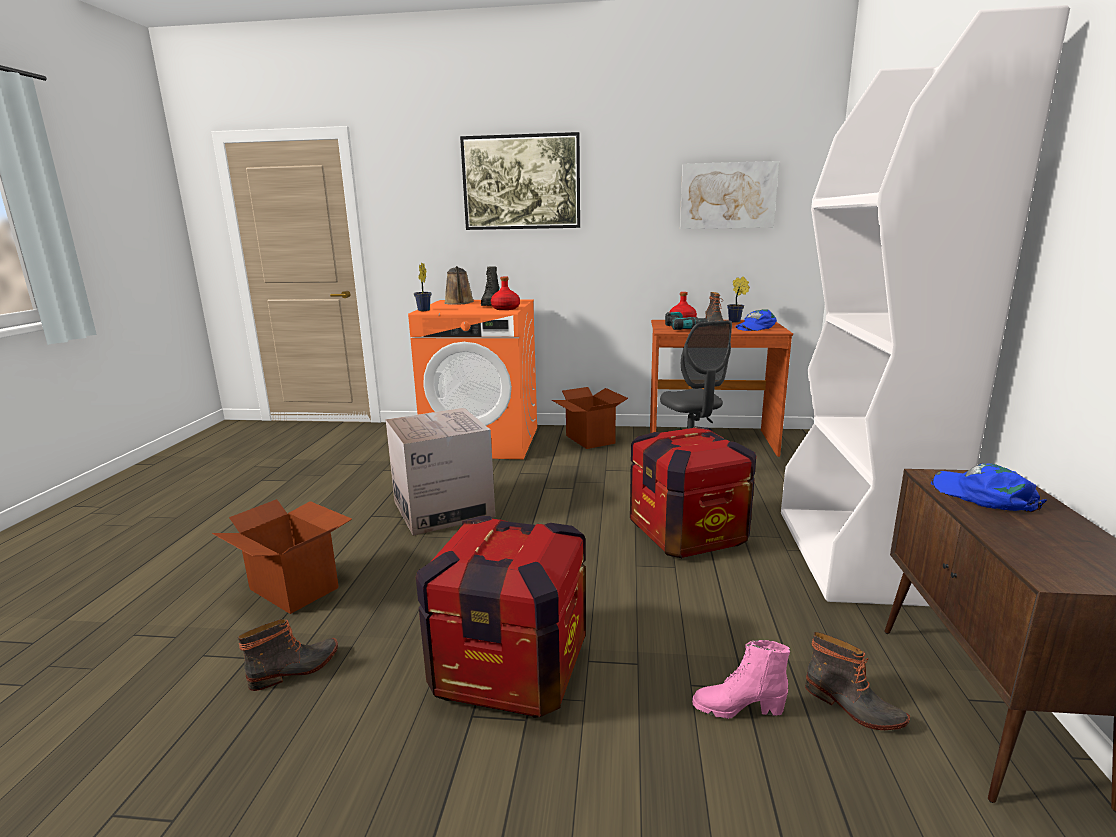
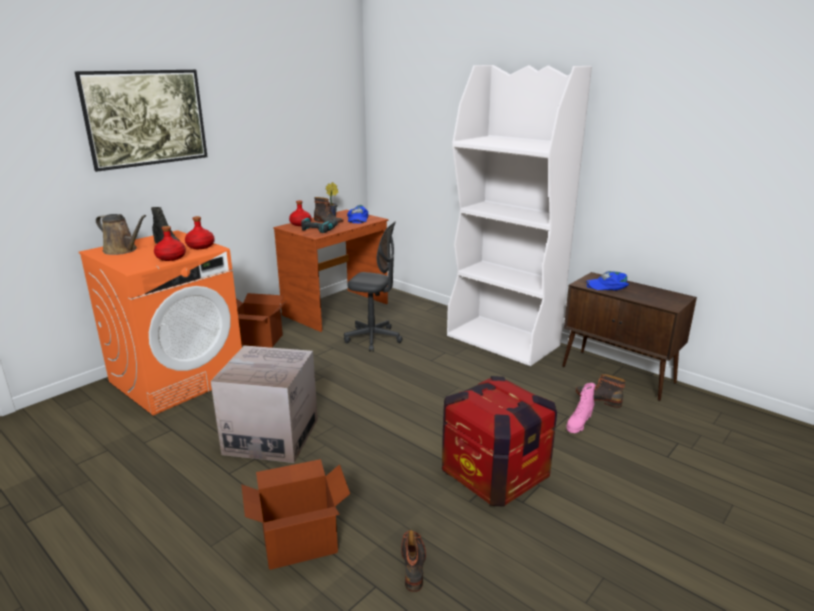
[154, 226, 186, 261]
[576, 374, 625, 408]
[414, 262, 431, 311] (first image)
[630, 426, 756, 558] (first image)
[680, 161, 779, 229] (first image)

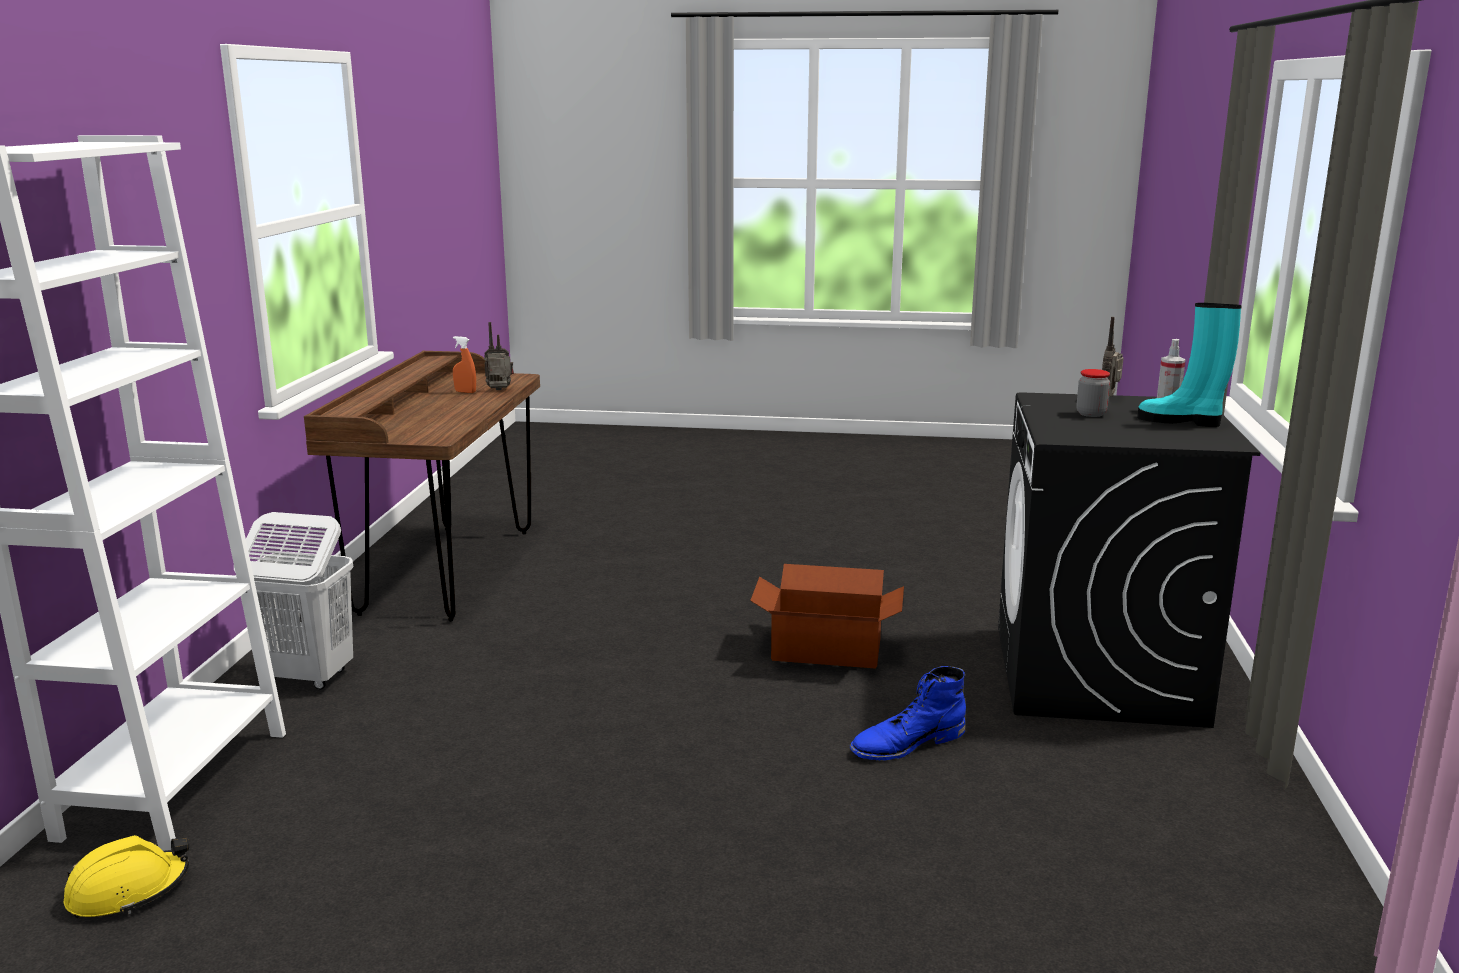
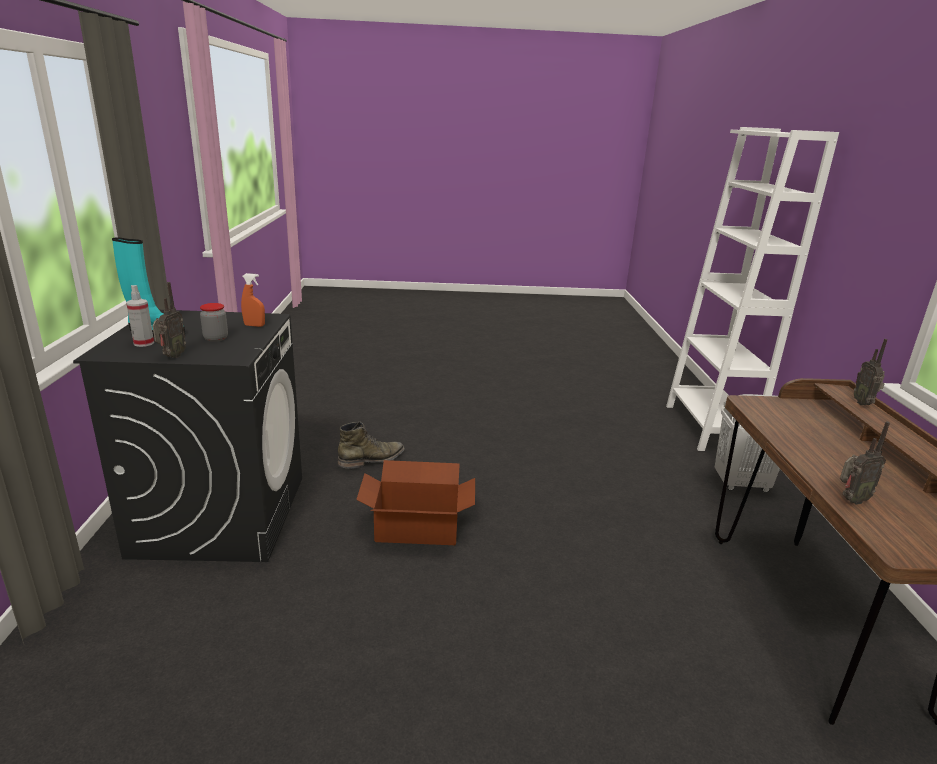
[241, 273, 265, 327]
[338, 421, 405, 469]
[854, 339, 887, 405]
[64, 835, 189, 918] (first image)

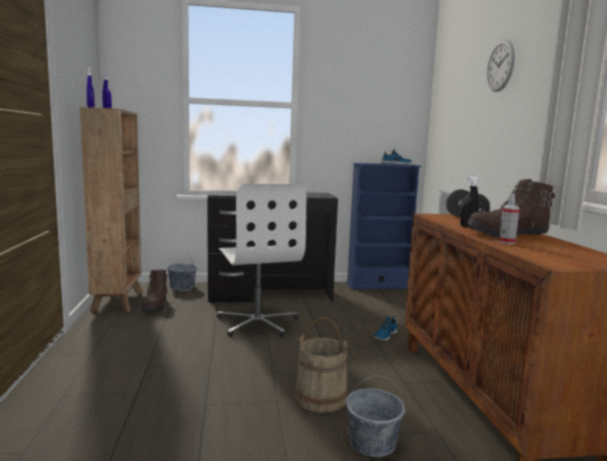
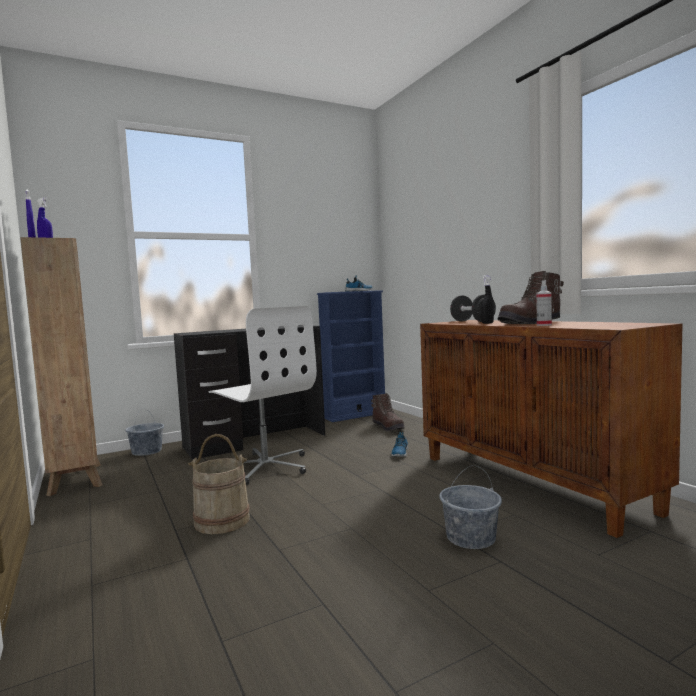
[188, 434, 250, 534]
[371, 393, 405, 432]
[487, 40, 515, 92] (first image)

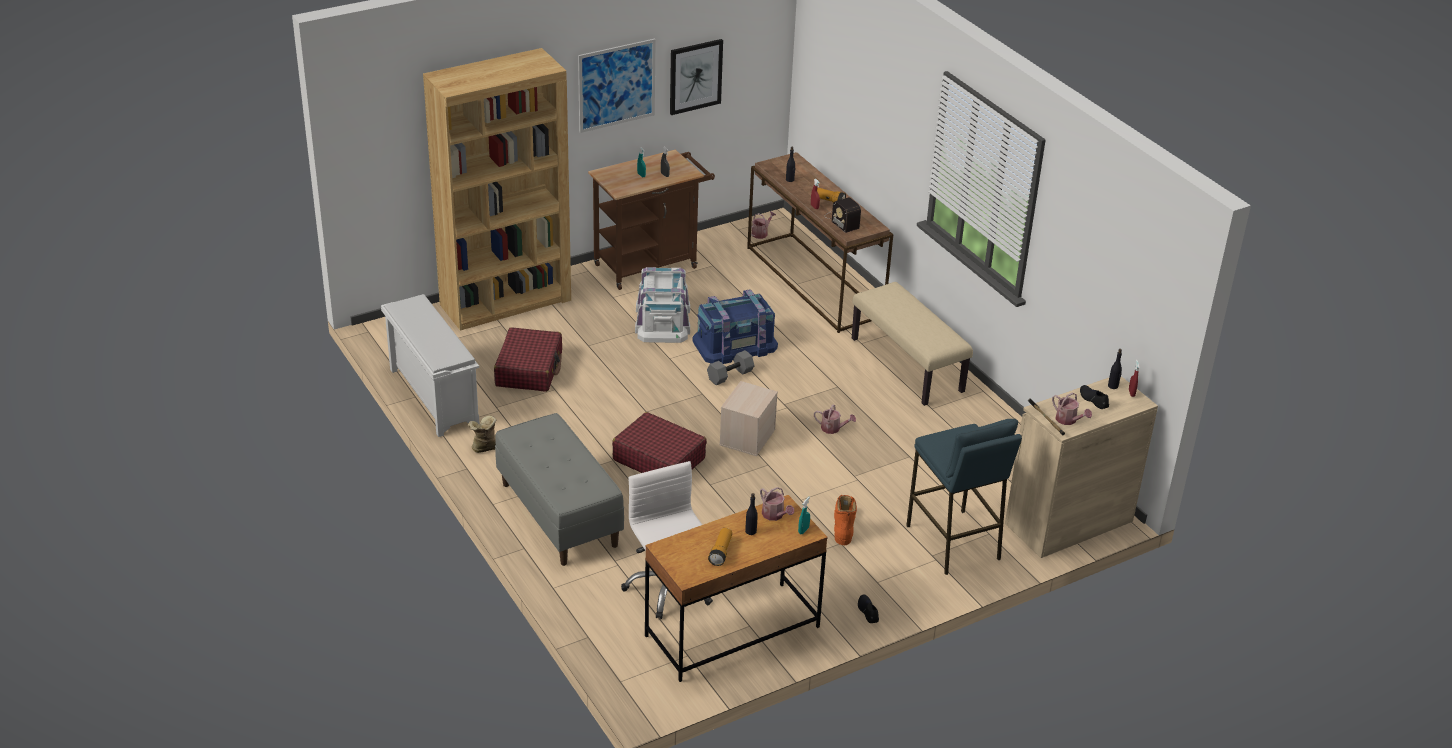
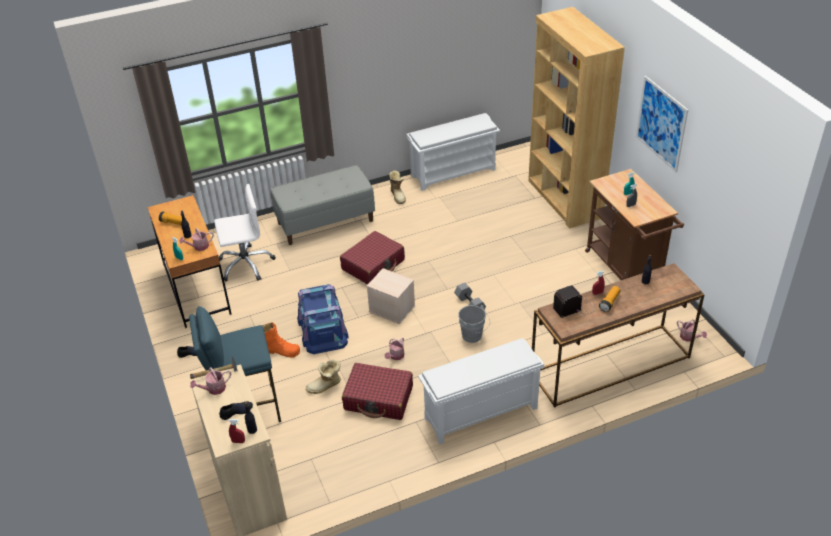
[297, 284, 349, 354]
[306, 359, 341, 394]
[342, 363, 413, 420]
[418, 338, 544, 445]
[458, 305, 490, 343]
[635, 267, 690, 343] (first image)
[670, 39, 723, 115] (first image)

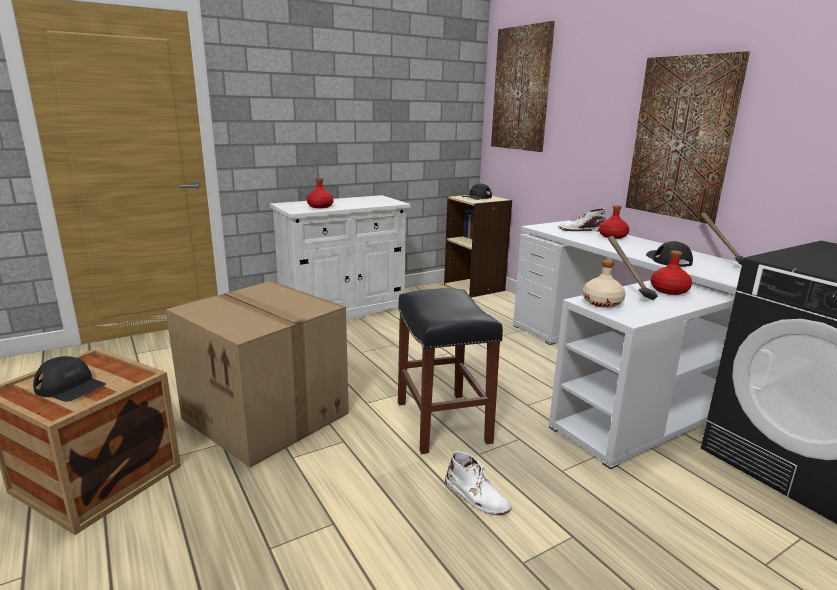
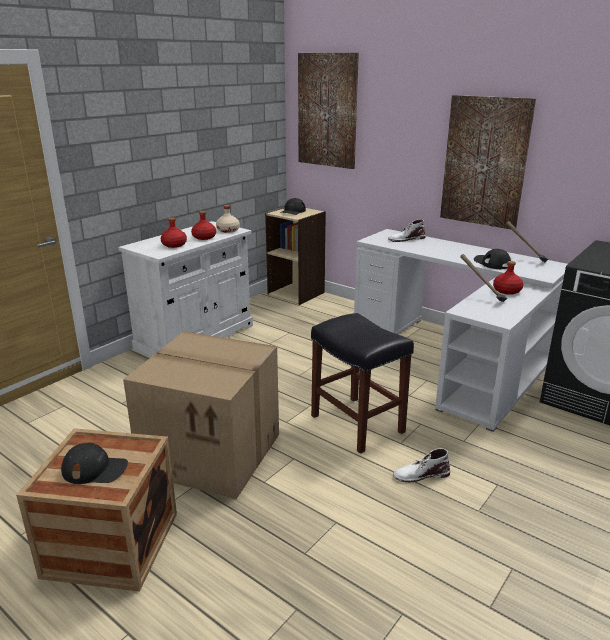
[191, 211, 216, 240]
[216, 205, 240, 233]
[393, 448, 450, 482]

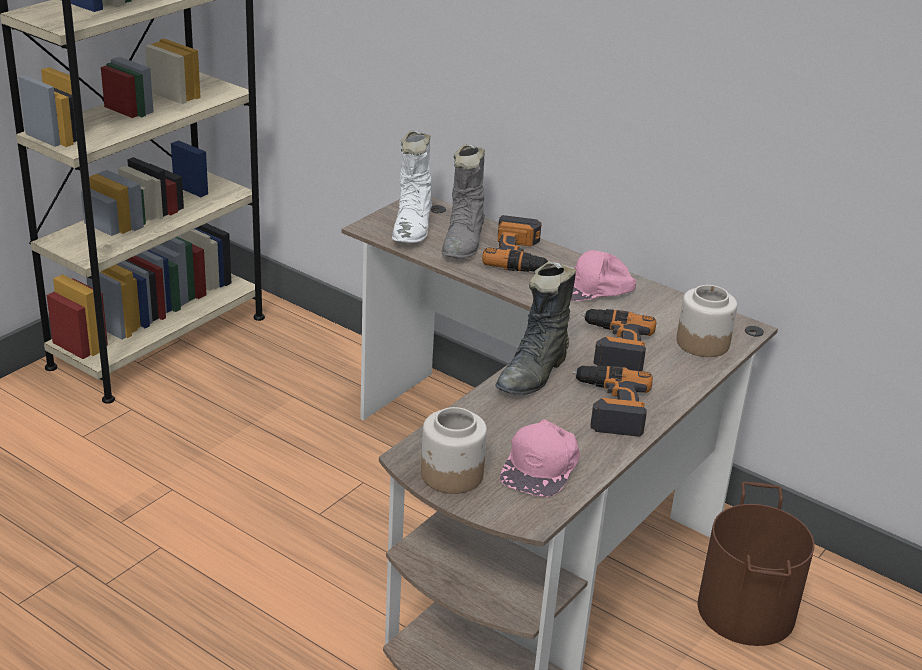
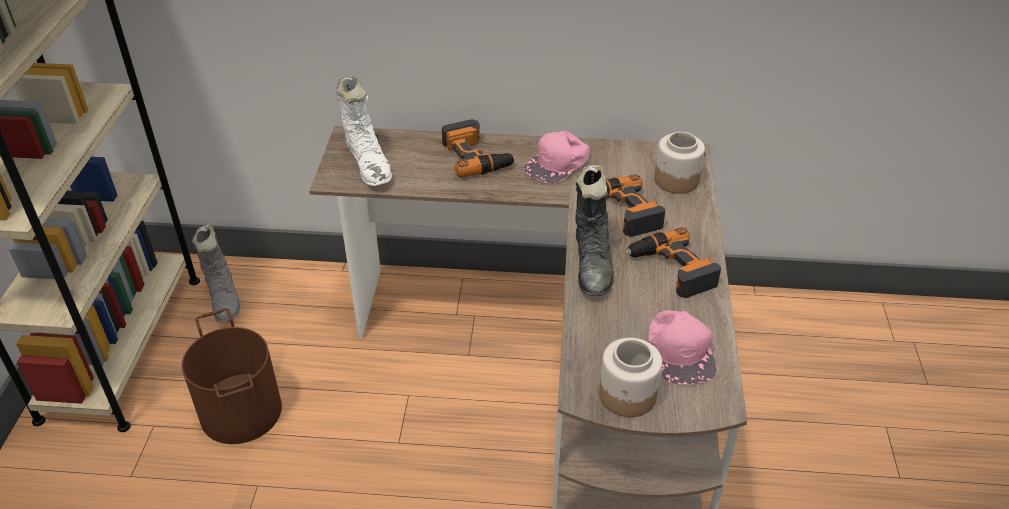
[182, 308, 282, 444]
[192, 225, 240, 322]

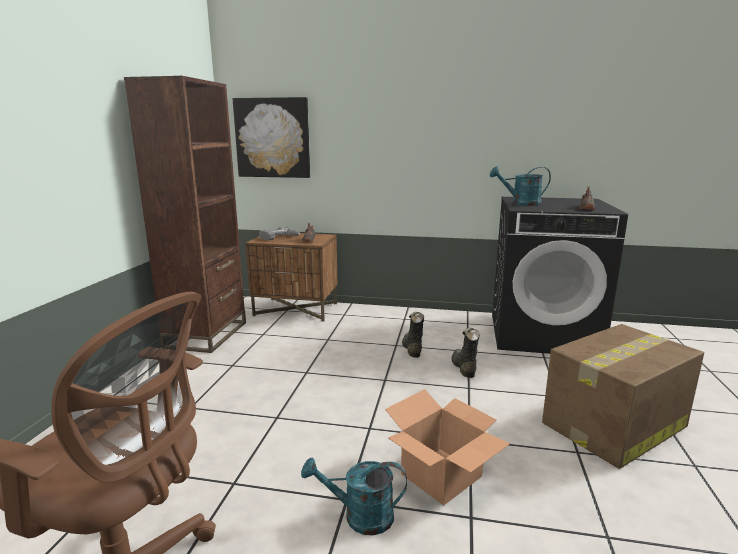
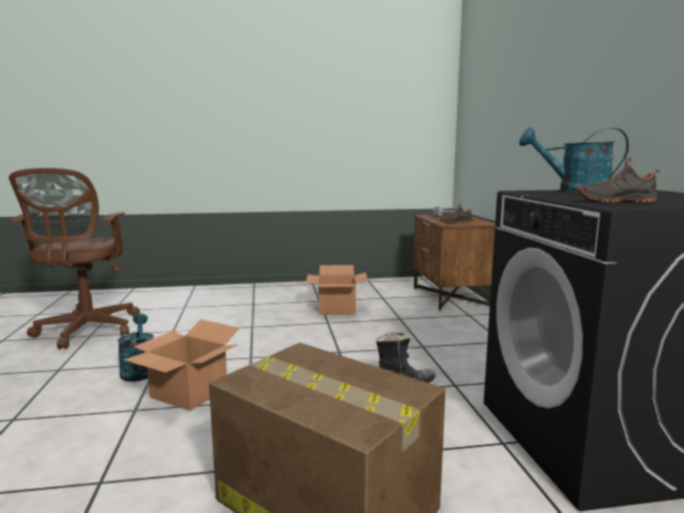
[306, 265, 368, 315]
[519, 128, 629, 193]
[124, 76, 246, 353] (first image)
[233, 97, 310, 178] (first image)
[402, 312, 424, 358] (first image)

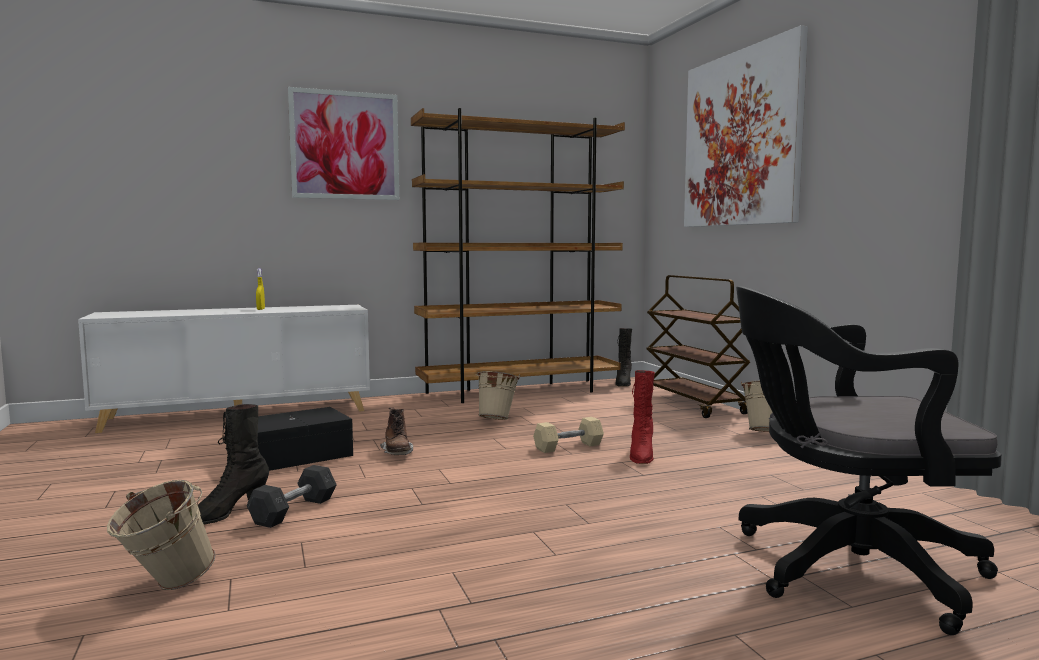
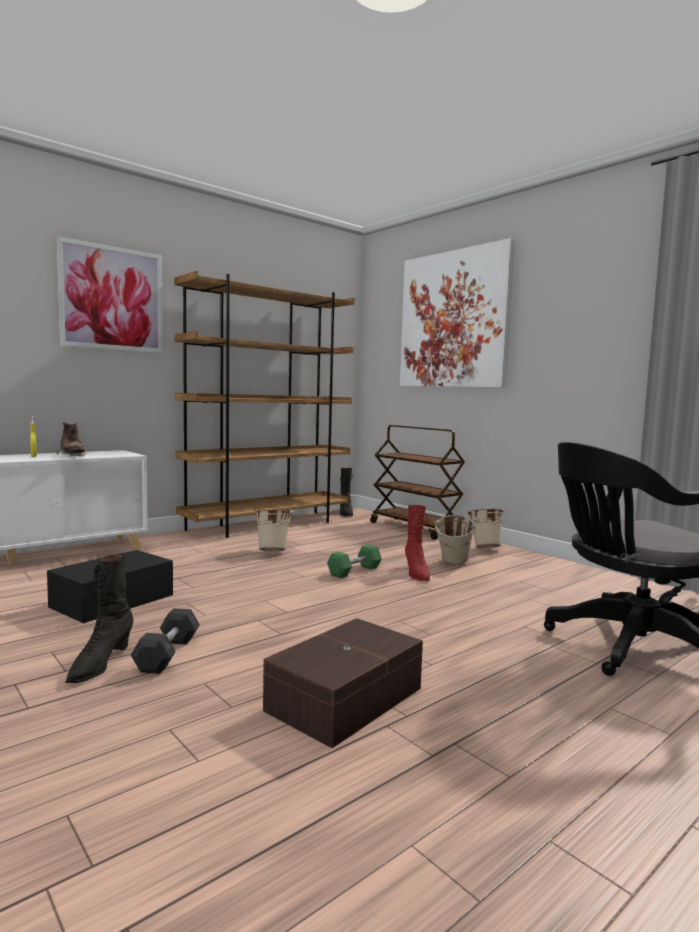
[56, 423, 86, 456]
[263, 618, 423, 748]
[327, 545, 382, 578]
[434, 515, 476, 565]

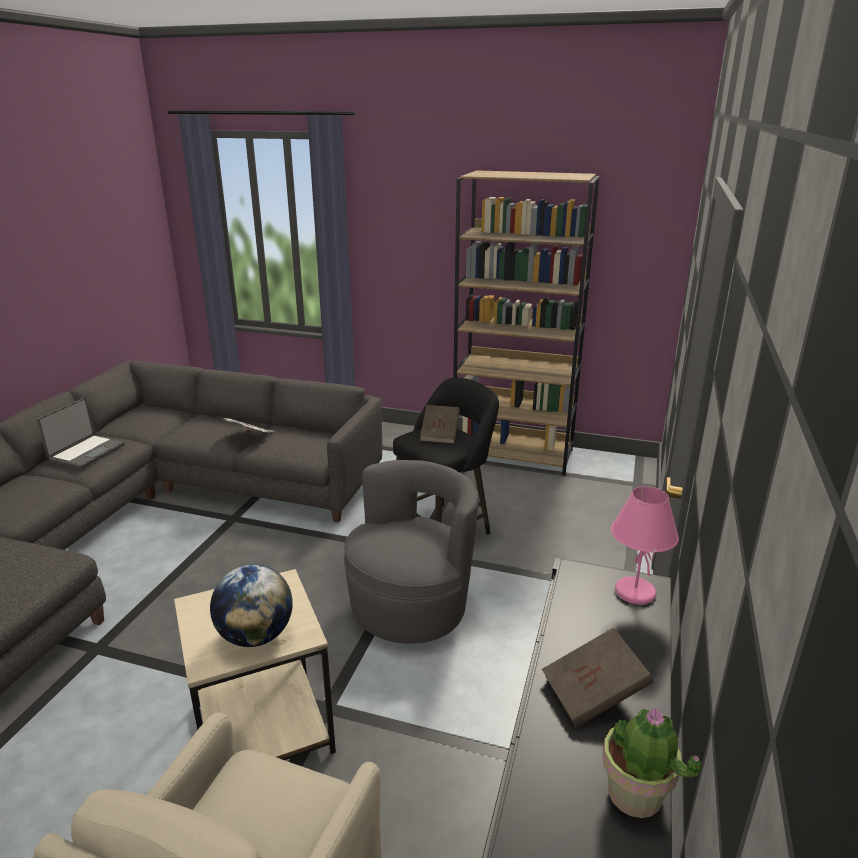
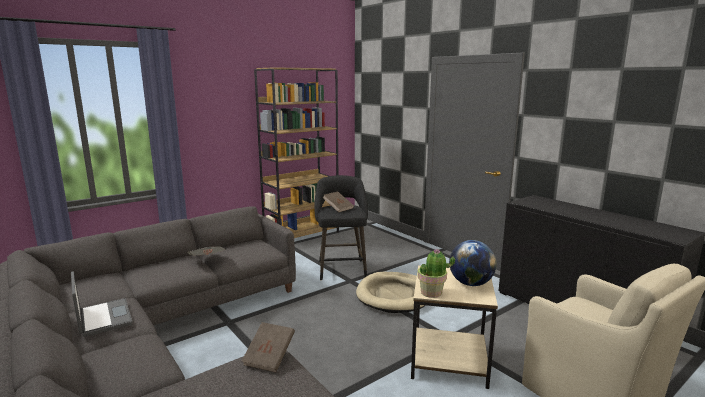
[242, 322, 295, 373]
[356, 272, 426, 313]
[418, 249, 455, 298]
[611, 486, 679, 605] (first image)

